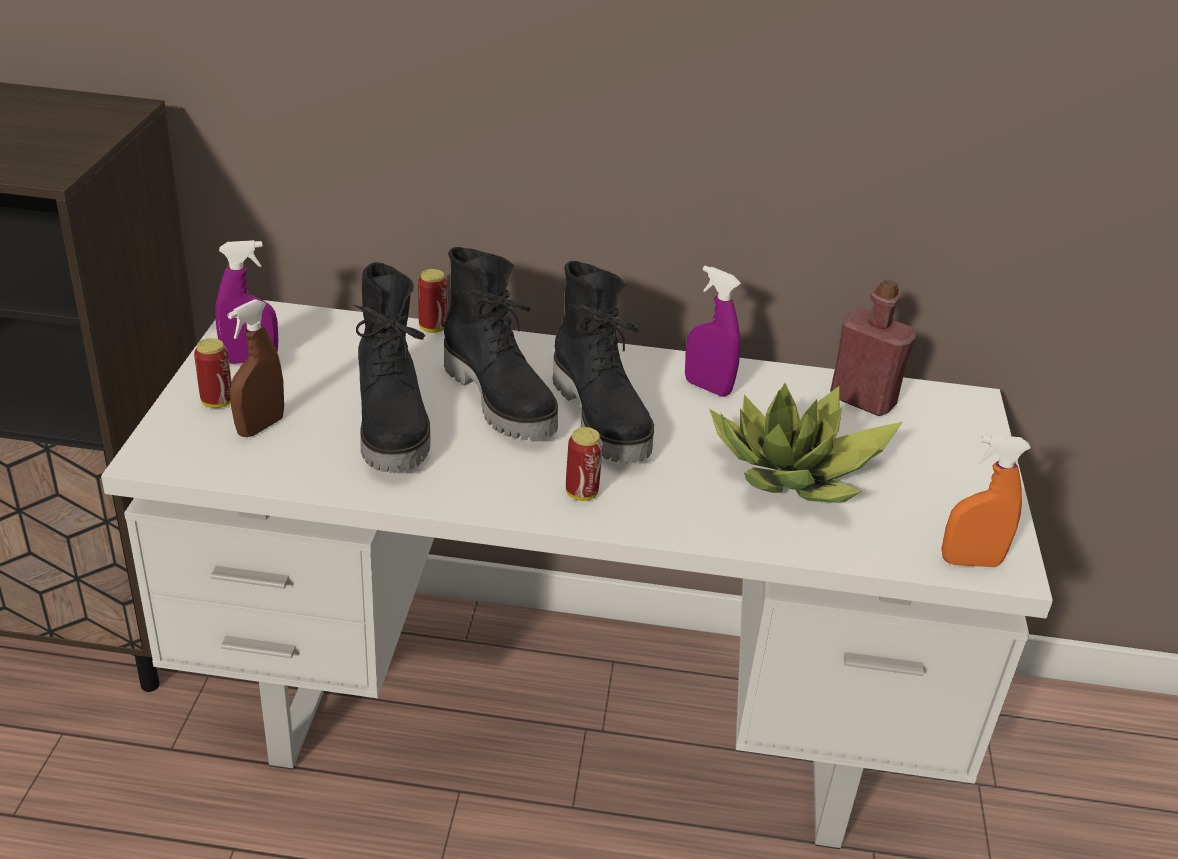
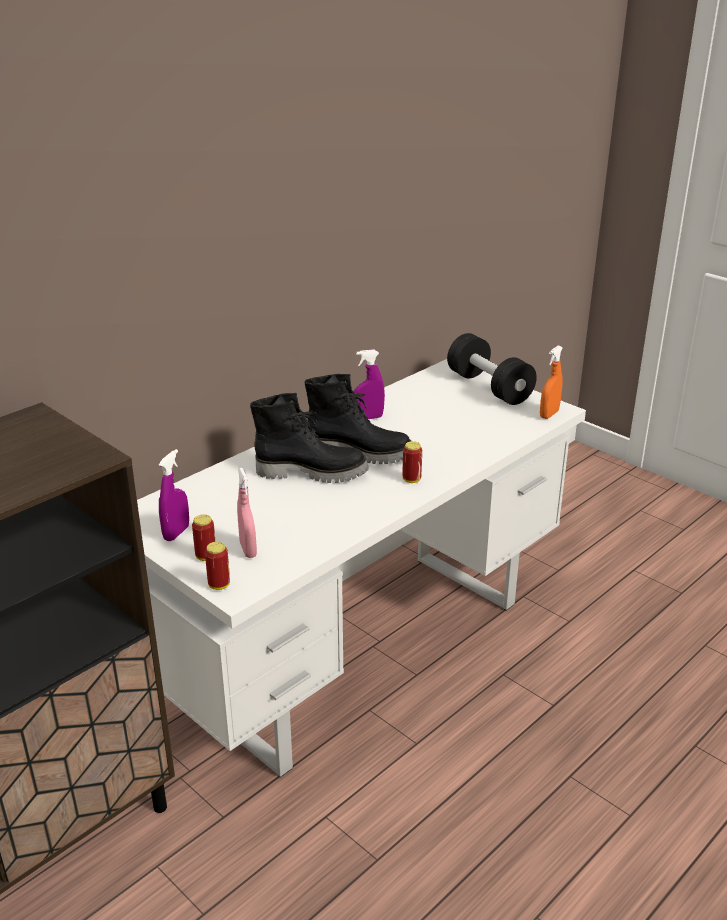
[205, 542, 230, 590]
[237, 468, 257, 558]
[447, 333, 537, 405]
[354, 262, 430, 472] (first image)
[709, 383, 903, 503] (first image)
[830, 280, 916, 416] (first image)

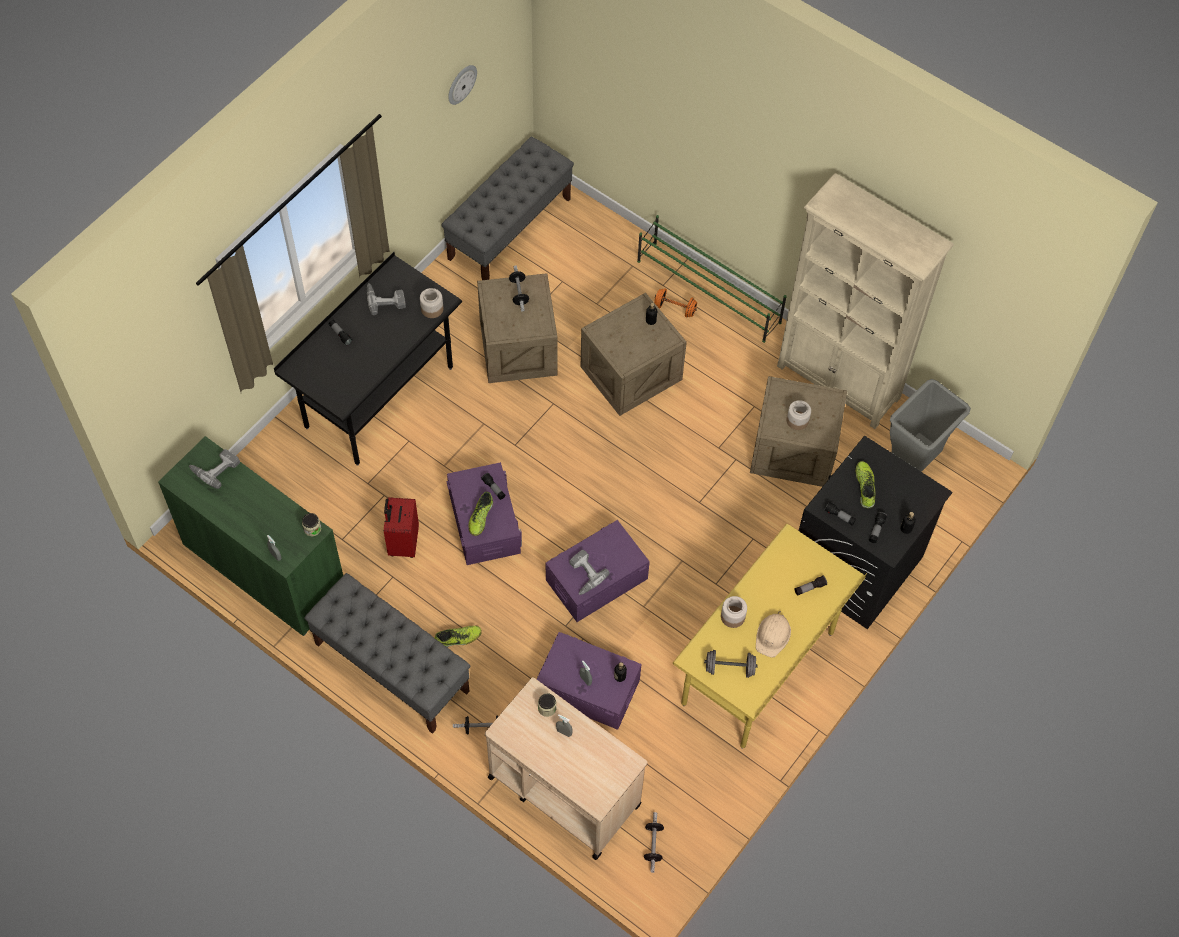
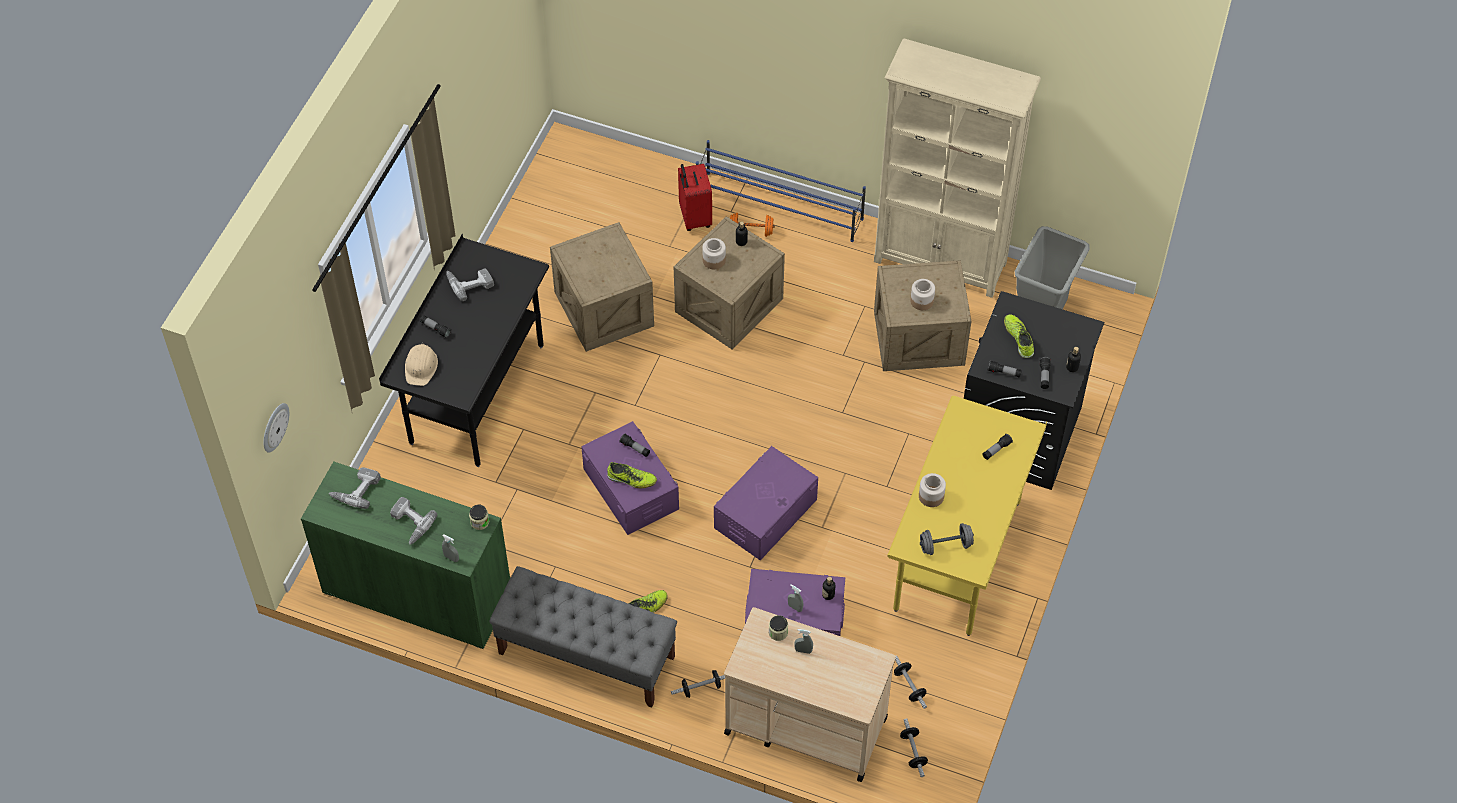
[263, 403, 289, 452]
[390, 497, 437, 545]
[405, 343, 438, 386]
[607, 462, 657, 488]
[678, 164, 712, 231]
[696, 140, 866, 242]
[702, 238, 726, 269]
[894, 656, 927, 709]
[442, 136, 574, 280] (first image)

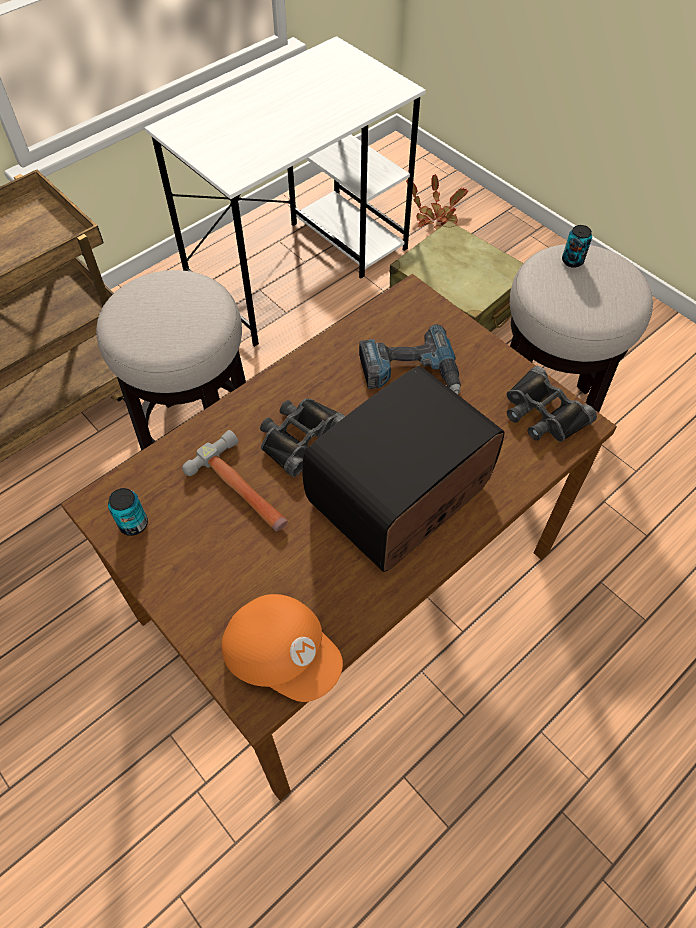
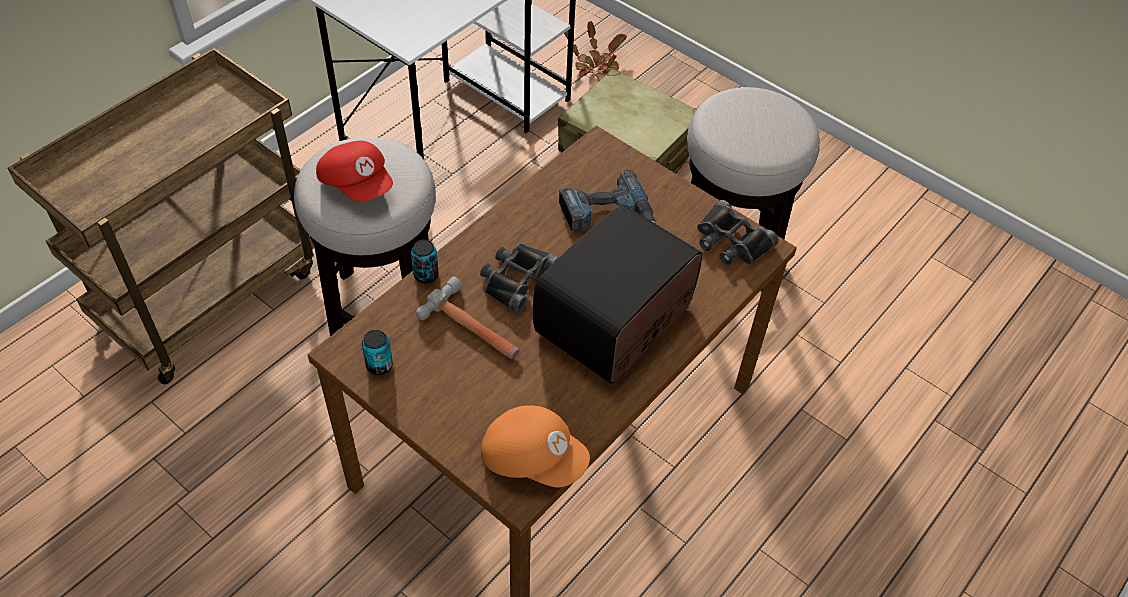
[316, 141, 393, 202]
[411, 240, 439, 283]

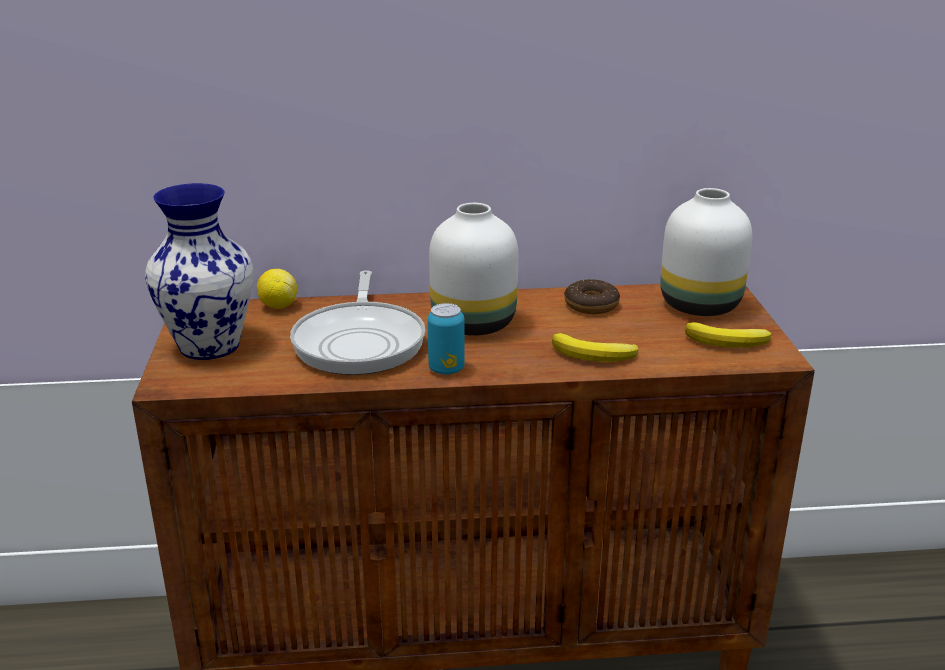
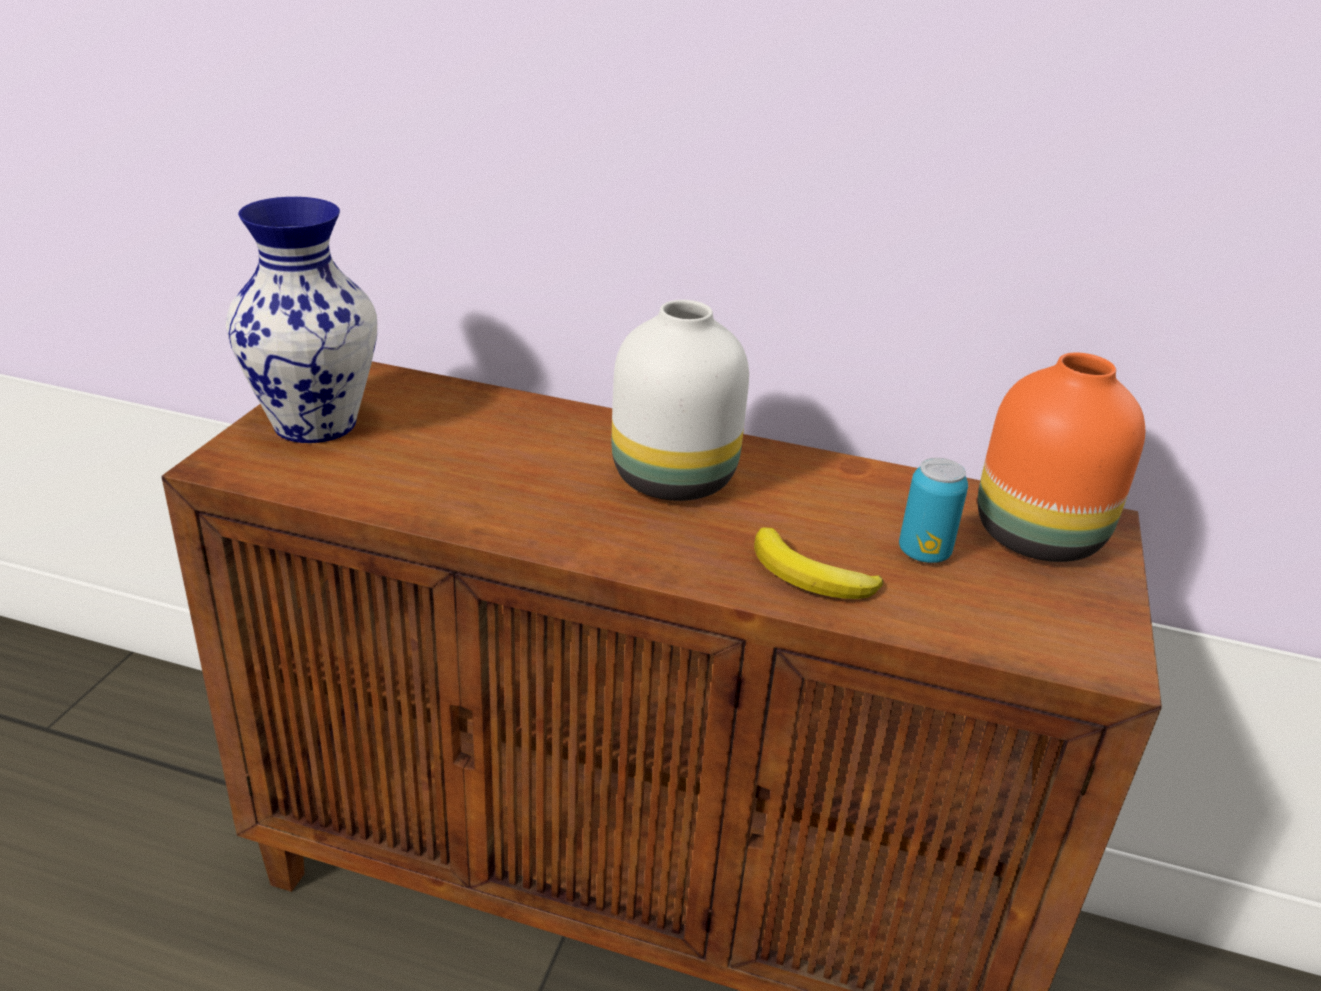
[899, 458, 968, 563]
[977, 352, 1145, 562]
[257, 269, 297, 309] (first image)
[290, 270, 425, 375] (first image)
[564, 279, 620, 314] (first image)
[685, 322, 771, 348] (first image)

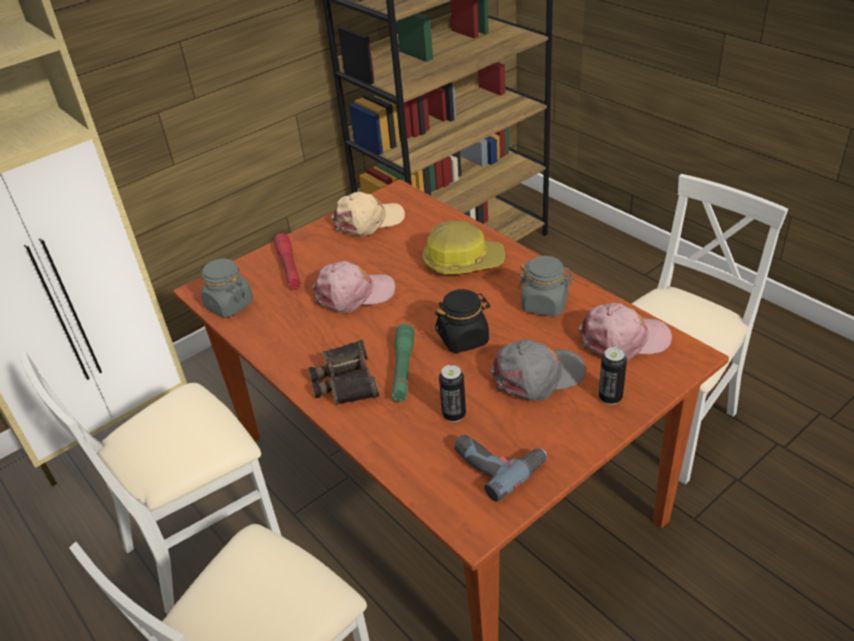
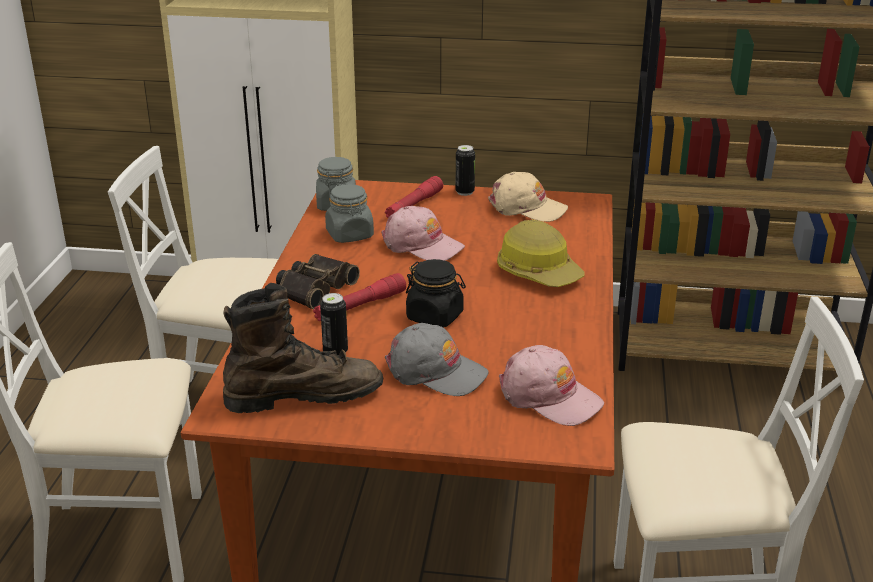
[223, 283, 383, 413]
[313, 273, 406, 321]
[325, 183, 374, 243]
[455, 145, 475, 196]

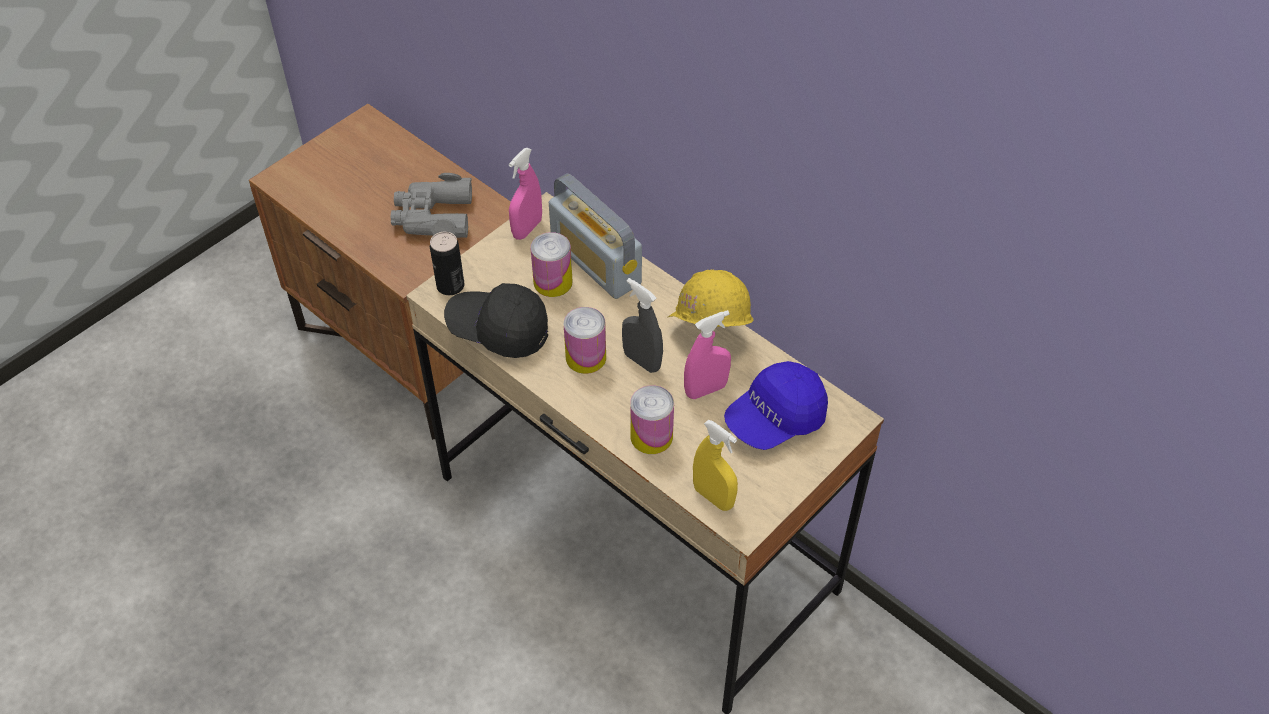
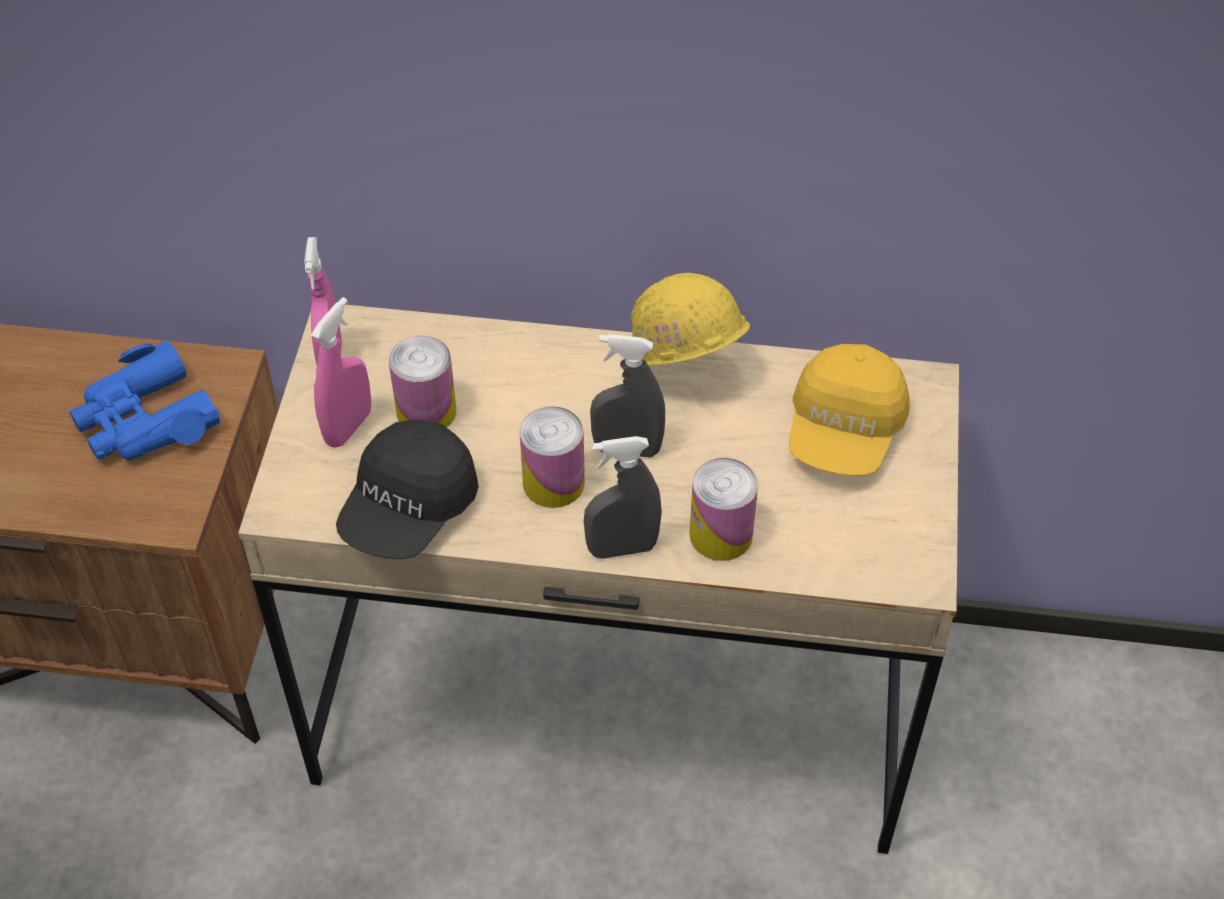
[69, 340, 220, 460]
[311, 297, 371, 448]
[336, 420, 479, 559]
[584, 436, 662, 559]
[789, 344, 909, 476]
[430, 232, 465, 295] (first image)
[549, 173, 642, 299] (first image)
[693, 420, 738, 511] (first image)

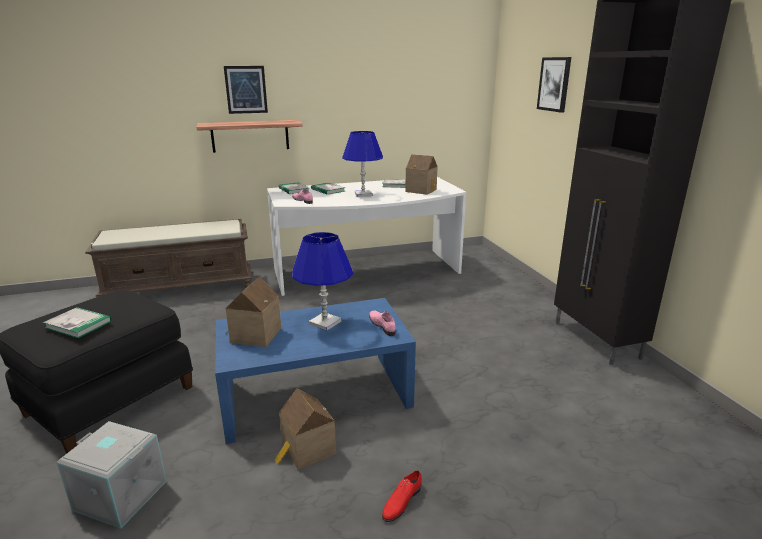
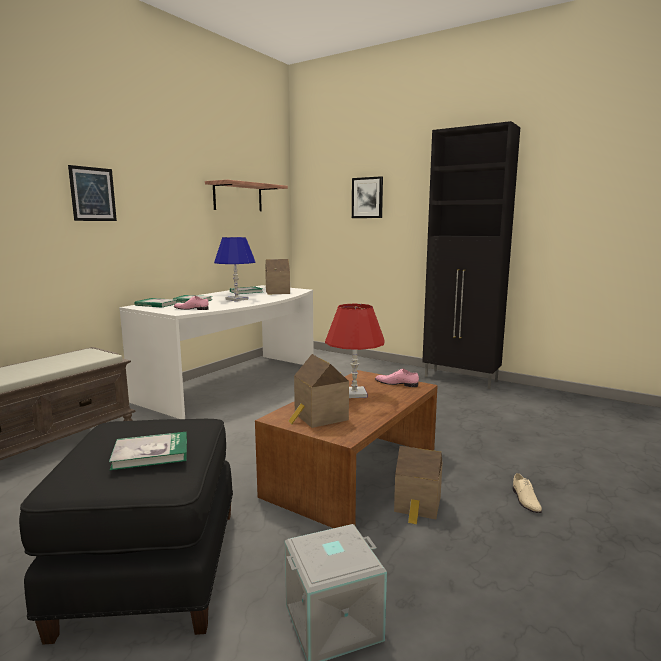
[205, 180, 288, 211]
[255, 370, 438, 528]
[325, 304, 385, 398]
[513, 473, 542, 513]

